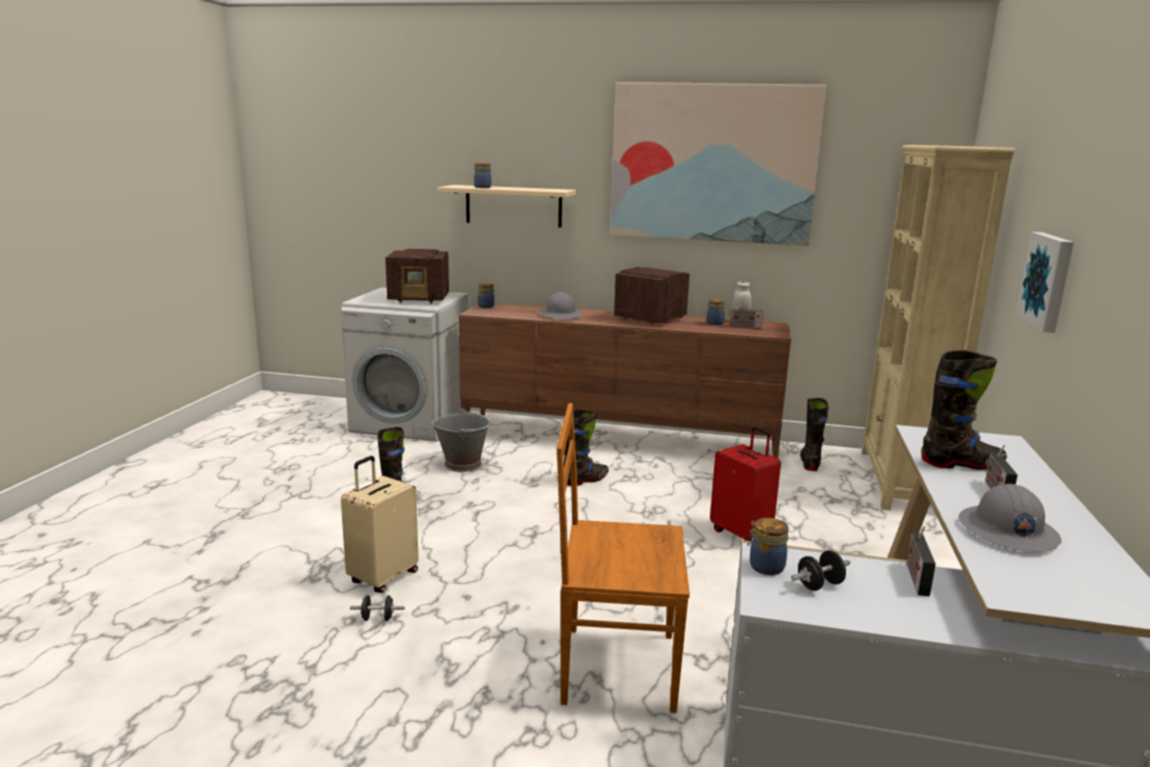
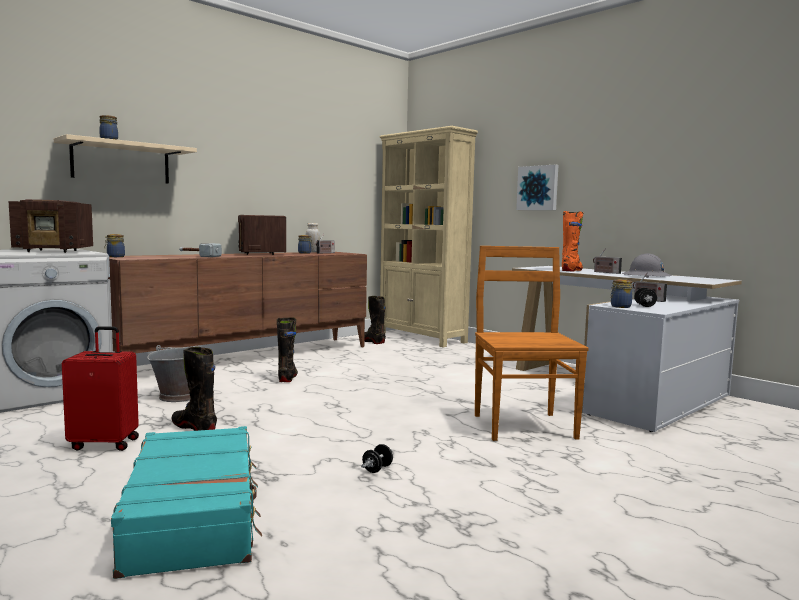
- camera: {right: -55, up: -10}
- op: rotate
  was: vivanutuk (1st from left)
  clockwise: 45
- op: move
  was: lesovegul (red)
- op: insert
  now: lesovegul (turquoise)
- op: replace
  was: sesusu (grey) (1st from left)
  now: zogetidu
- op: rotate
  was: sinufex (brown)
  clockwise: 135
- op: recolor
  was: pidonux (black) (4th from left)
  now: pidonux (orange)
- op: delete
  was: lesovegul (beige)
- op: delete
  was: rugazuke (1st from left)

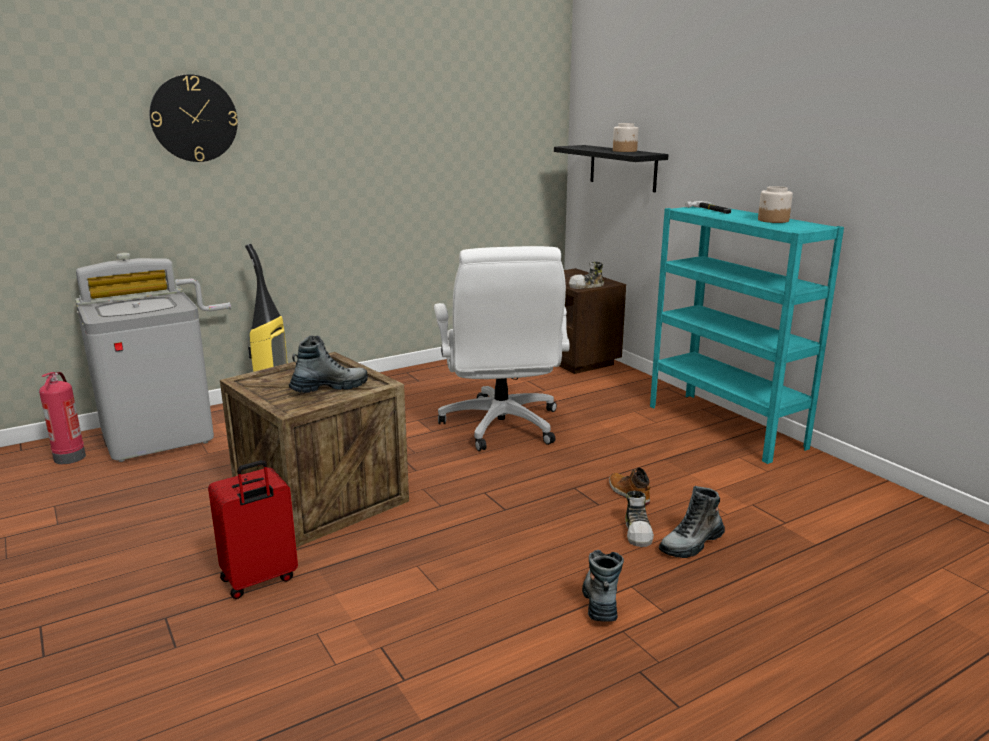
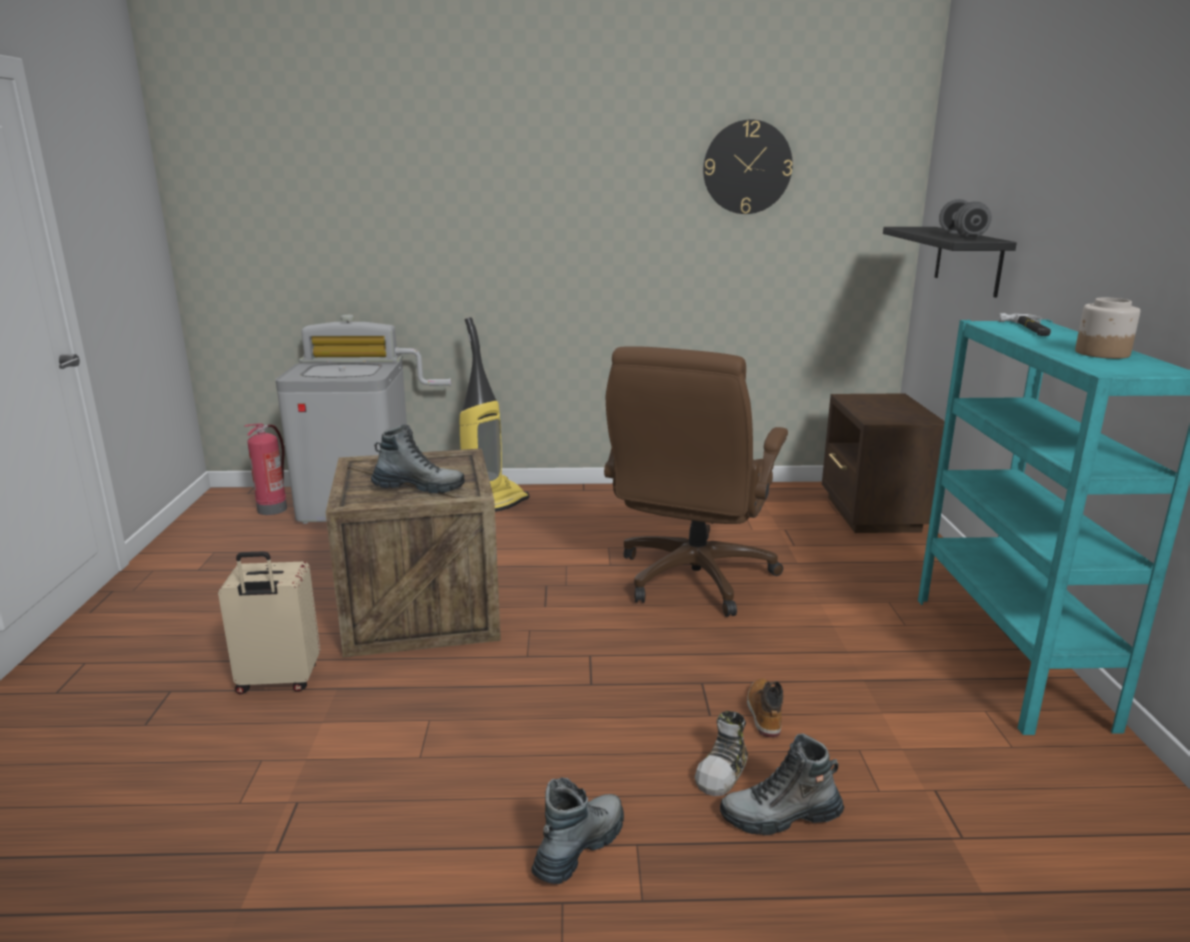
- camera: {right: 30, up: 0}
- op: recolor
  was: lesovegul (red)
  now: lesovegul (beige)
- op: recolor
  was: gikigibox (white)
  now: gikigibox (brown)
- op: move
  was: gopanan
- op: replace
  was: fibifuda (1st from left)
  now: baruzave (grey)
- op: delete
  was: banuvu (1st from left)

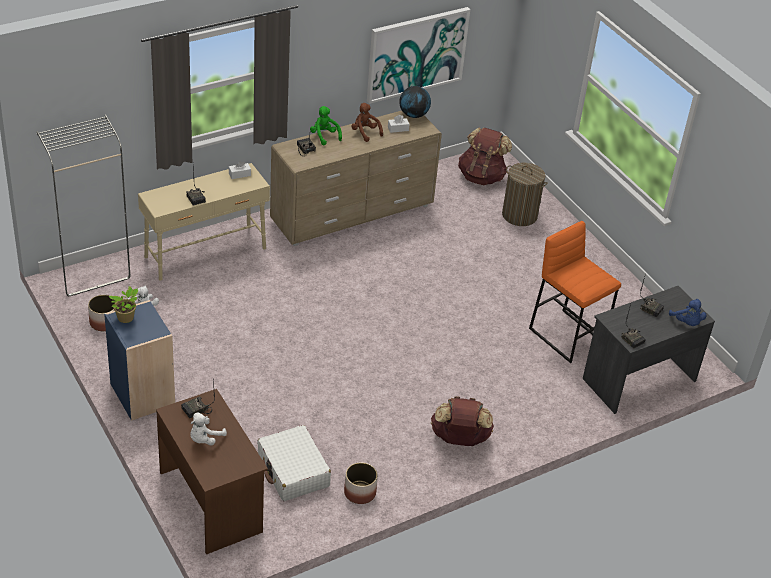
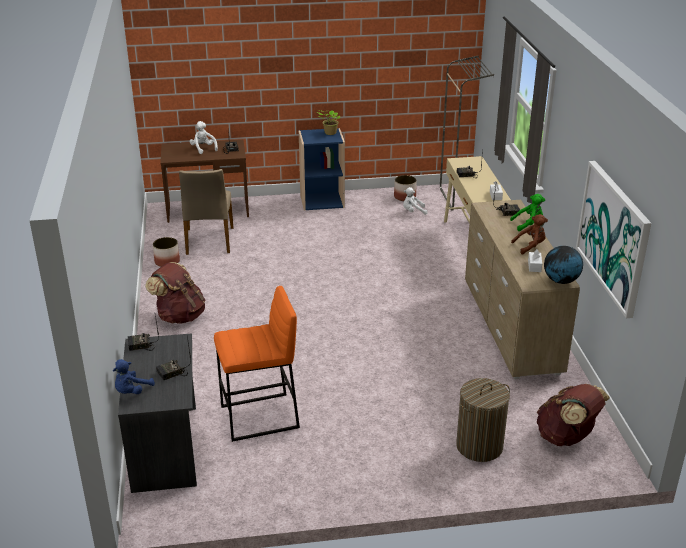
- camera: {right: 115, up: -10}
- op: rotate
  was: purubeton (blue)
  clockwise: -60
- op: replace
  was: lesovegul (white)
  now: sinufex (beige)

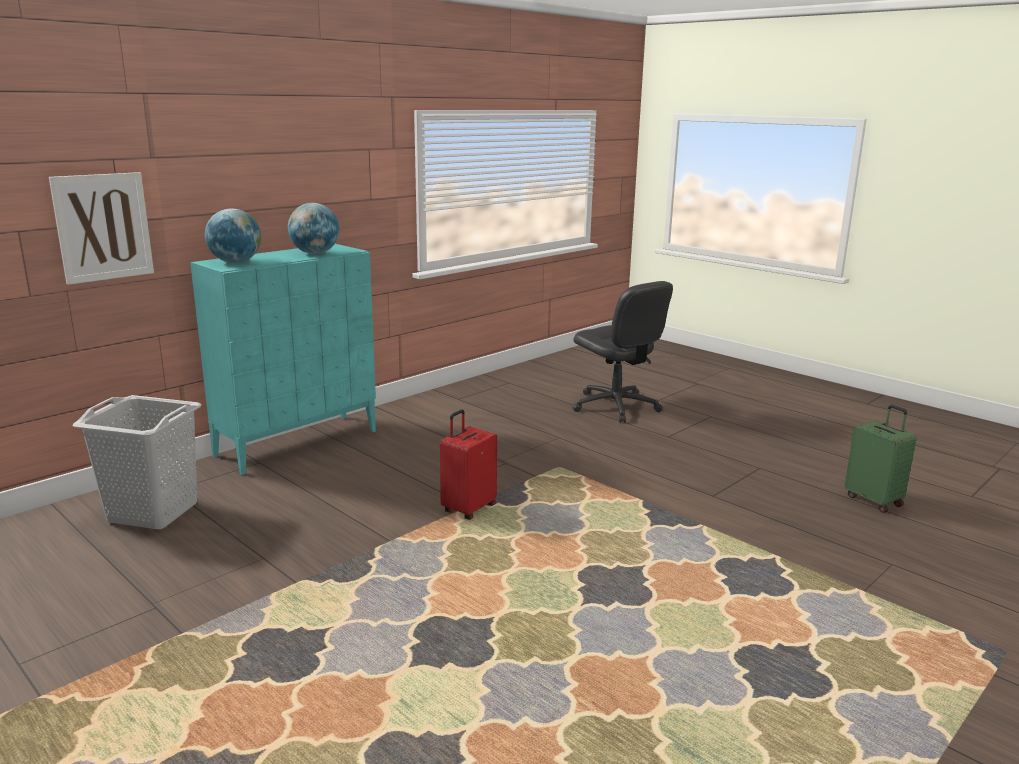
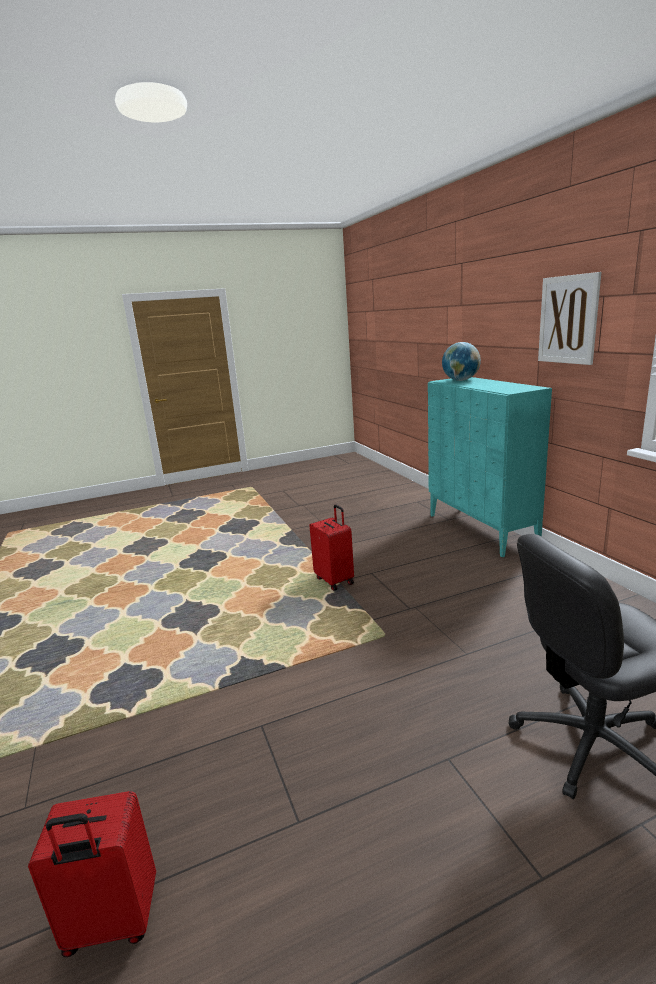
- camera: {right: 115, up: 0}
- op: recolor
  was: lesovegul (green)
  now: lesovegul (red) (1st from left)
- op: move
  was: rugazuke
- op: delete
  was: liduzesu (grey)
- op: delete
  was: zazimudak (2nd from left)

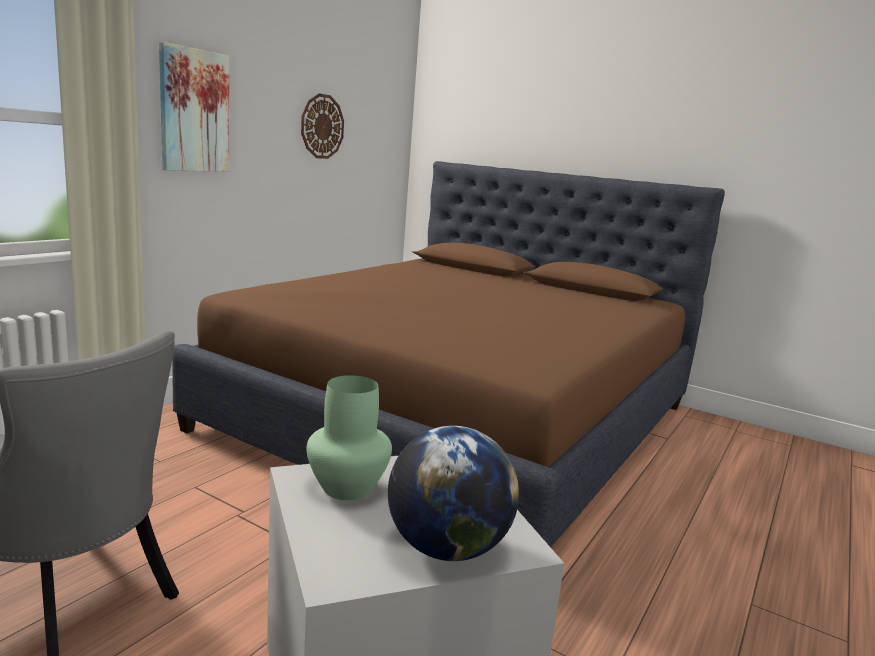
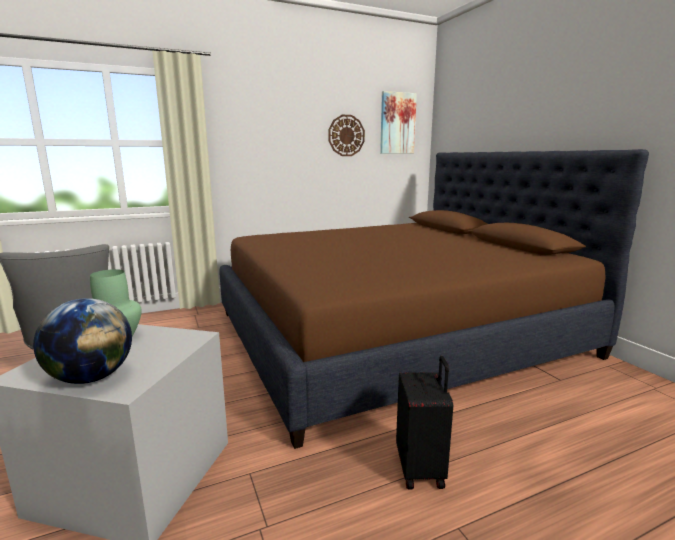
- camera: {right: 35, up: 0}
- op: move
  was: rugazuke
- op: insert
  now: lesovegul (black)

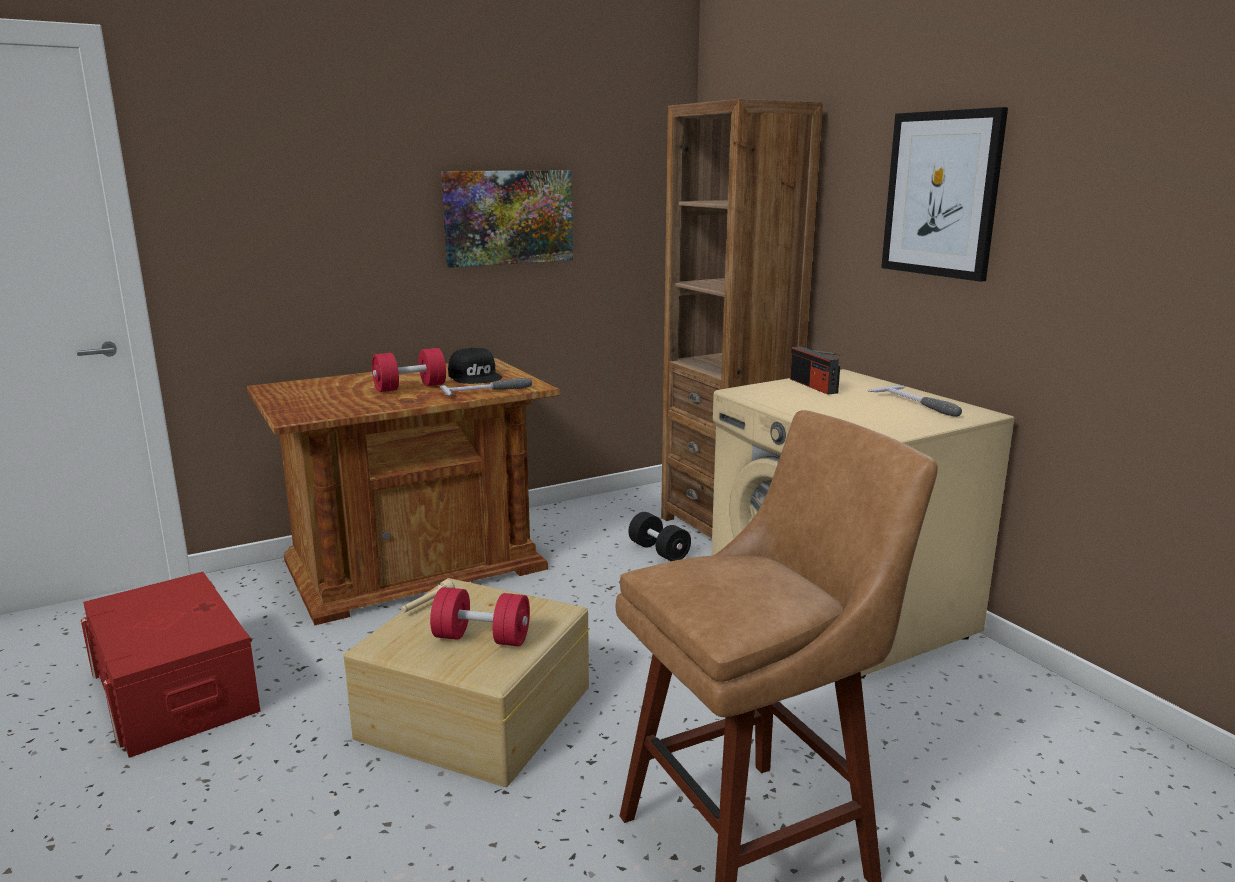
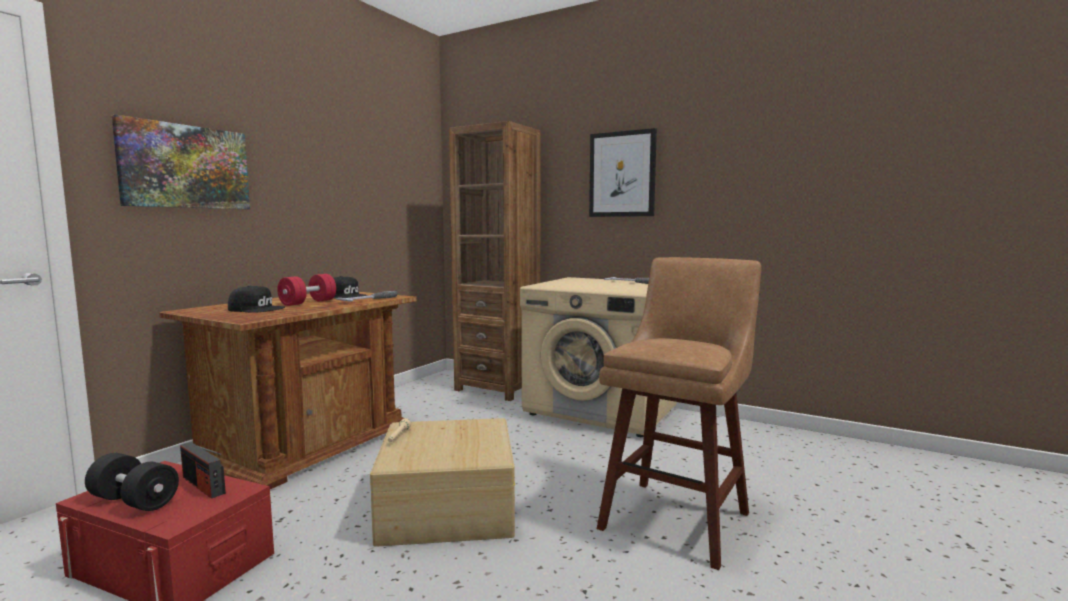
- camera: {right: -30, up: -10}
- op: move
  was: baruzave (black)
- op: move
  was: rugazuke (1st from left)
- op: move
  was: vivanutuk
- op: insert
  now: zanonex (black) (1st from left)
- op: delete
  was: baruzave (red) (2nd from left)

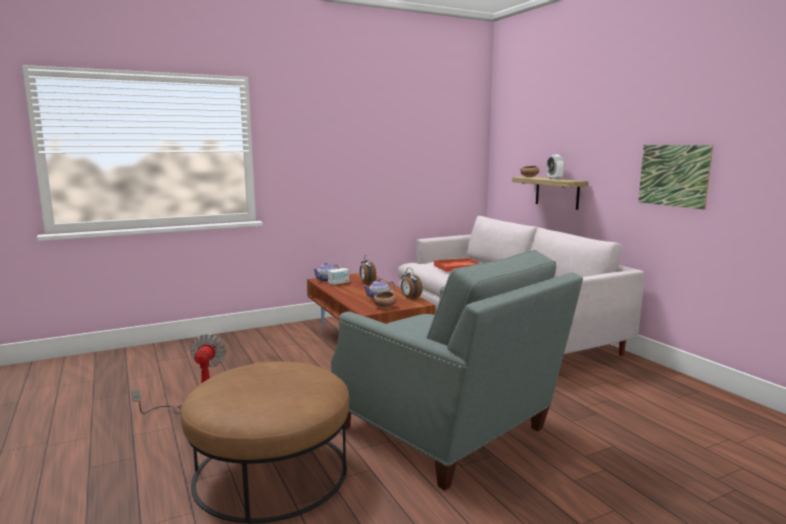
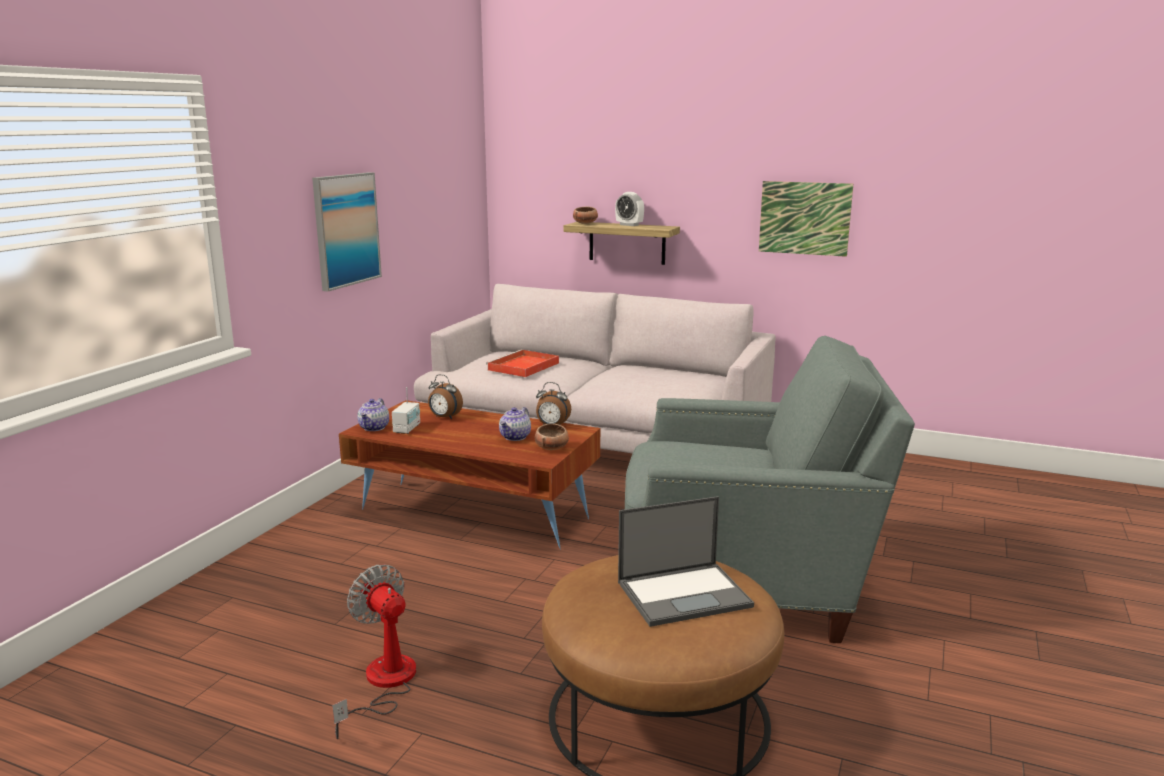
- camera: {right: -40, up: 5}
- op: insert
  now: rugazuke (1st from left)
- op: insert
  now: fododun

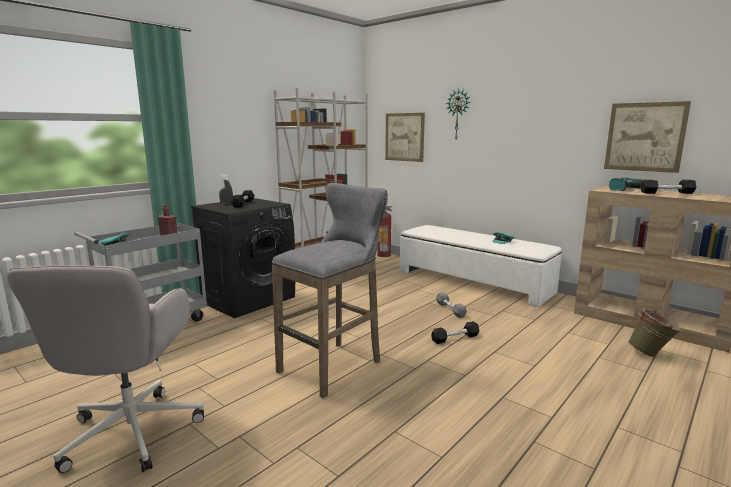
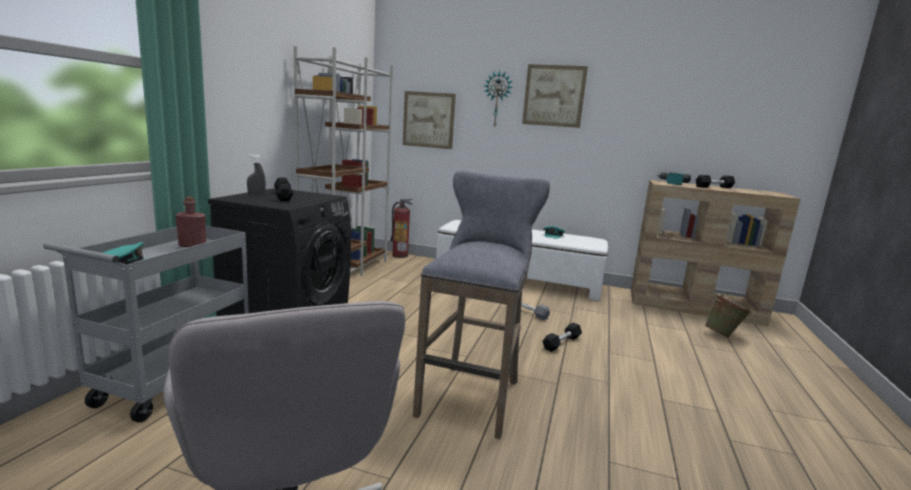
- camera: {right: -25, up: 0}
- op: move
  was: rugazuke (2nd from left)

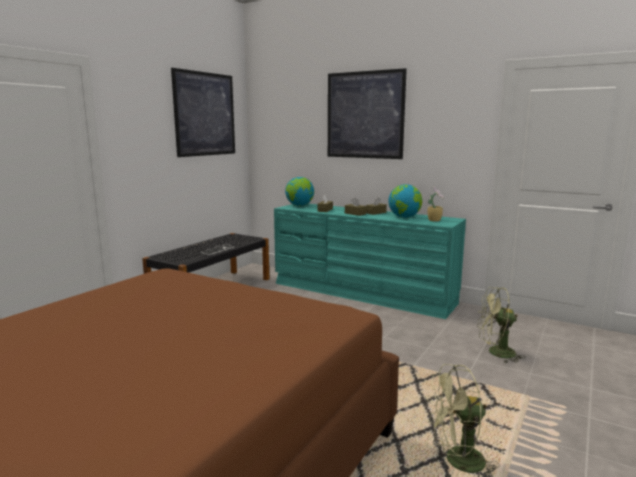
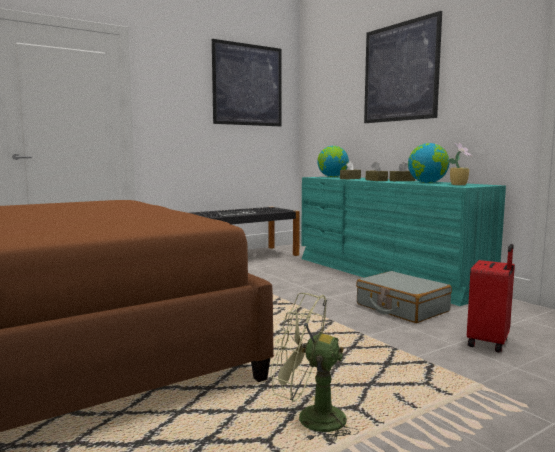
- camera: {right: 25, up: -5}
- op: insert
  now: lesovegul (grey)
- op: replace
  was: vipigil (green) (2nd from left)
  now: lesovegul (red)

